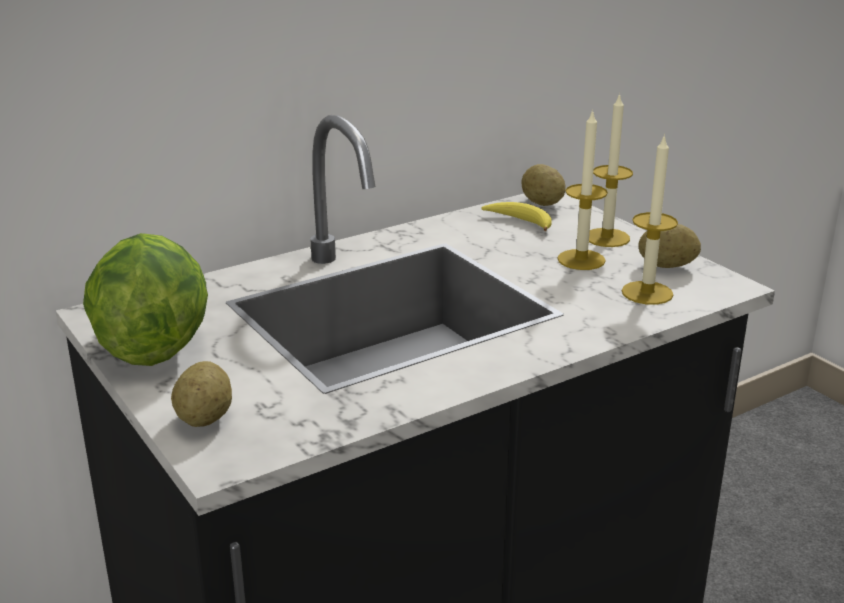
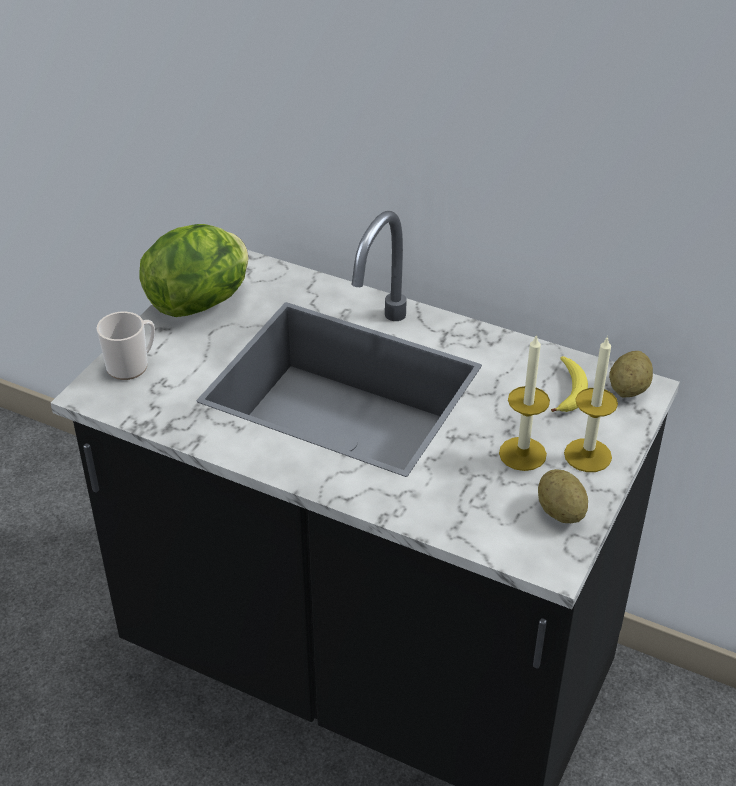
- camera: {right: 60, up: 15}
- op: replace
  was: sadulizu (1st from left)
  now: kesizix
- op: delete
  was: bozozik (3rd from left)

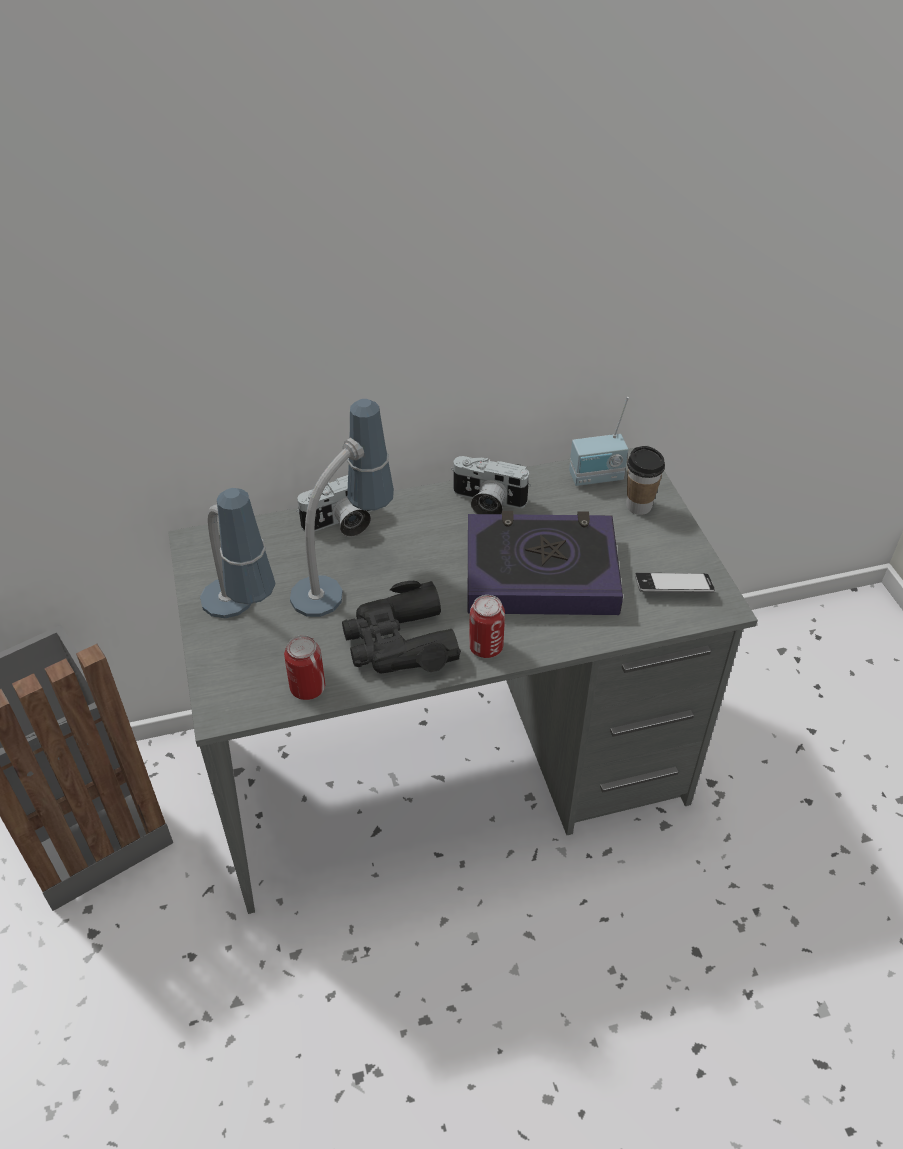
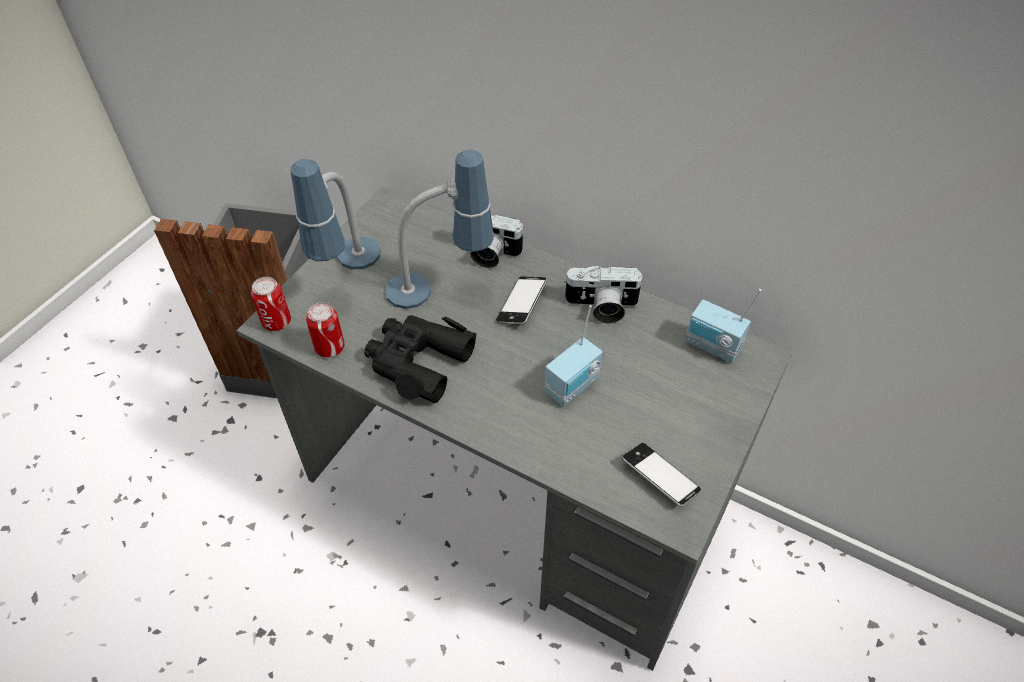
- camera: {right: 45, up: 5}
- op: move
  was: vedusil (2nd from left in the first image)
  now: vedusil (1st from left)
- op: insert
  now: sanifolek (1st from left)
- op: replace
  was: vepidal
  now: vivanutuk (1st from left)
- op: rotate
  was: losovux (2nd from left)
  clockwise: -60
- op: delete
  was: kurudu

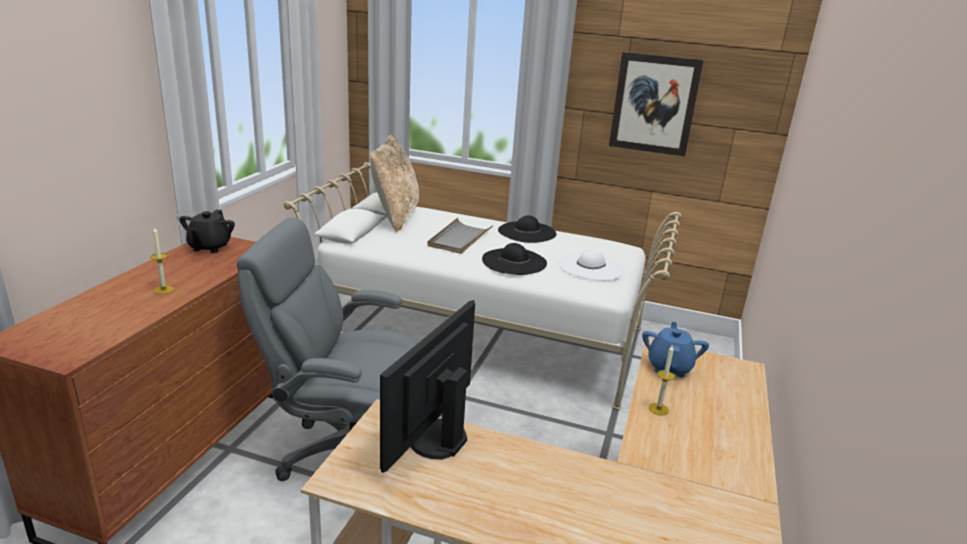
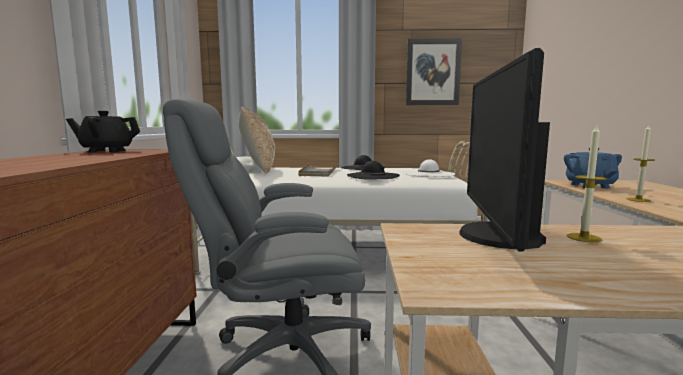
- camera: {right: -15, up: -15}
- op: rotate
  was: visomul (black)
  clockwise: 90
- op: move
  was: bozozik (1st from left)

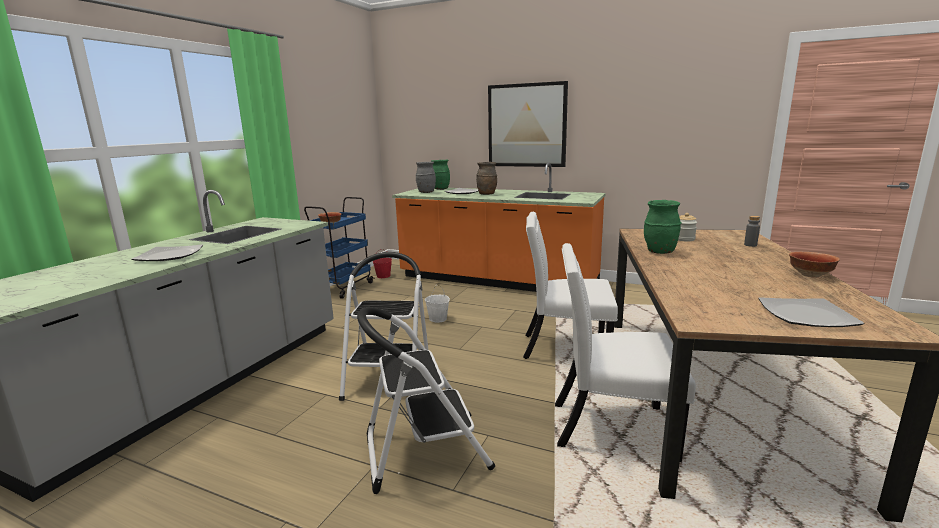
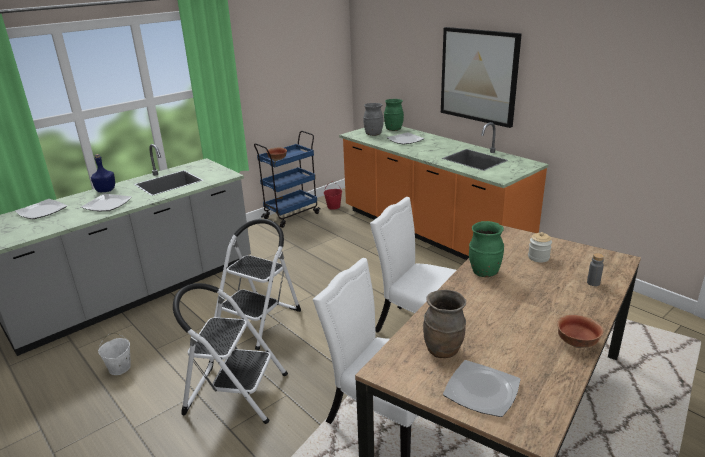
- camera: {right: 25, up: 10}
- op: insert
  now: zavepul (1st from left)
- op: insert
  now: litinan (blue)
- op: move
  was: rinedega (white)
- op: move
  was: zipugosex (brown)

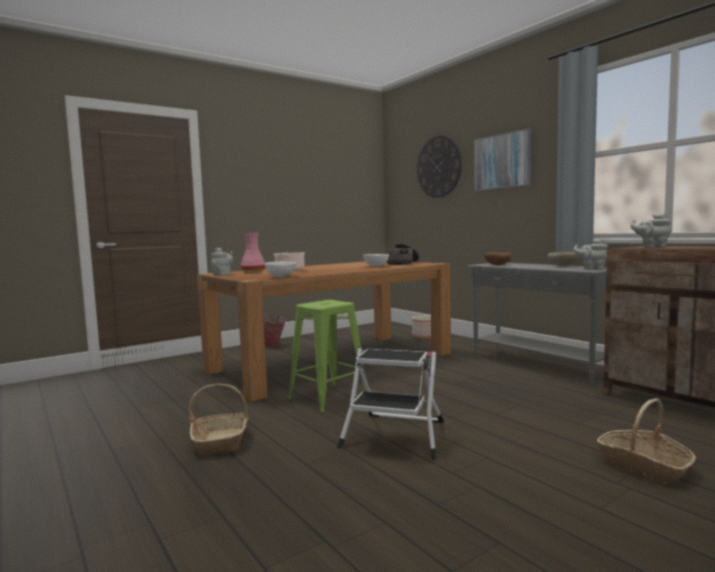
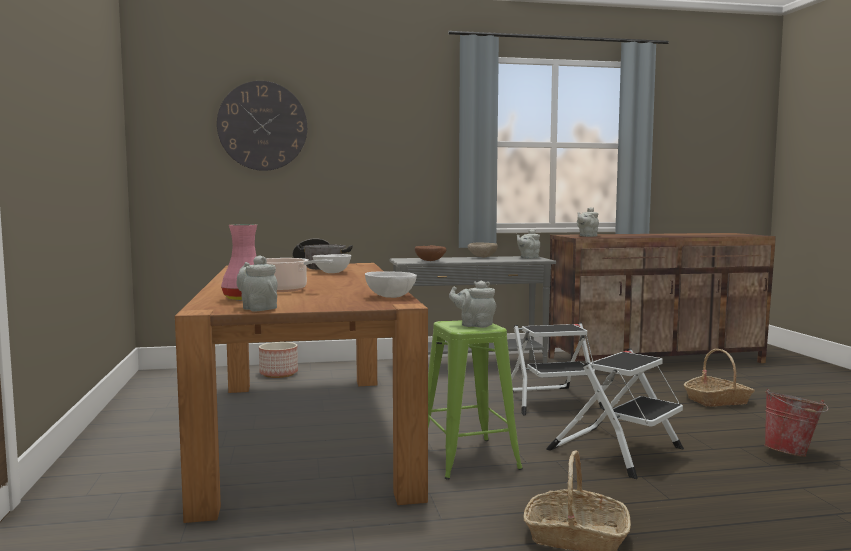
- camera: {right: -65, up: 0}
- op: insert
  now: visomul (grey) (2nd from left)
- op: insert
  now: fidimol (1st from left)
- op: move
  was: rinedega
- op: delete
  was: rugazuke

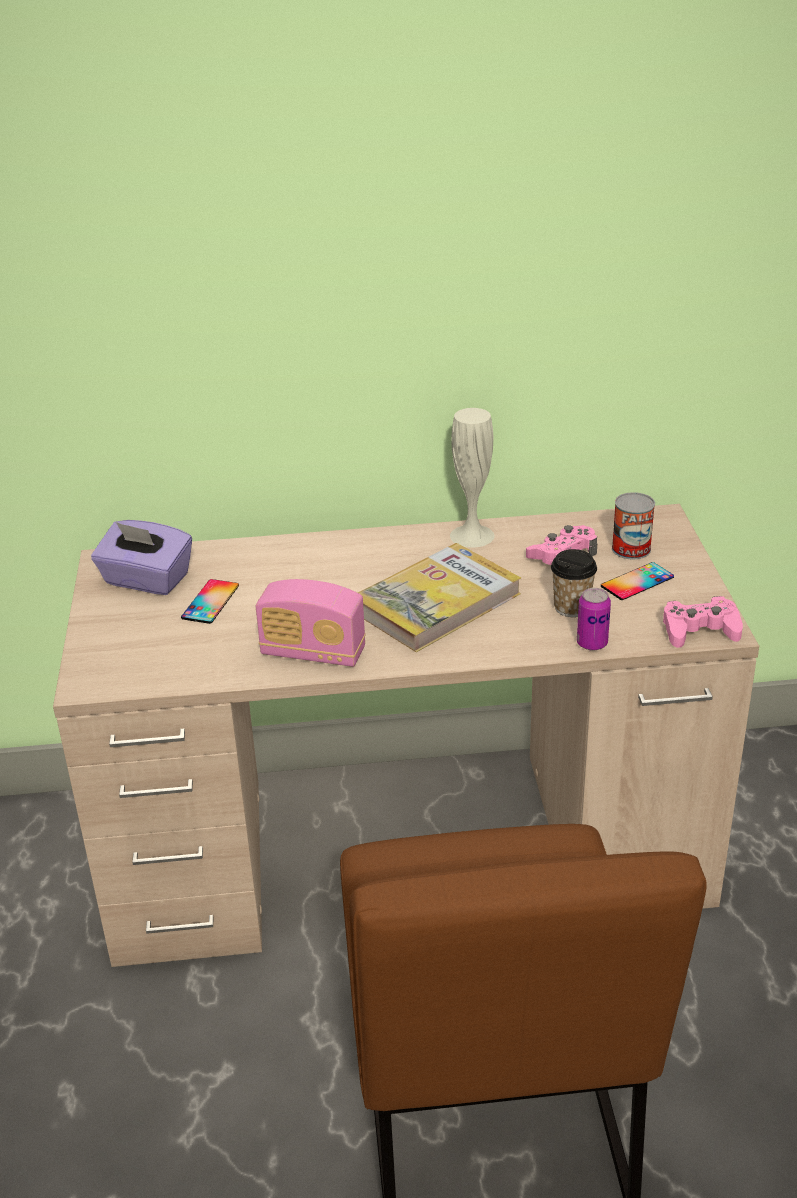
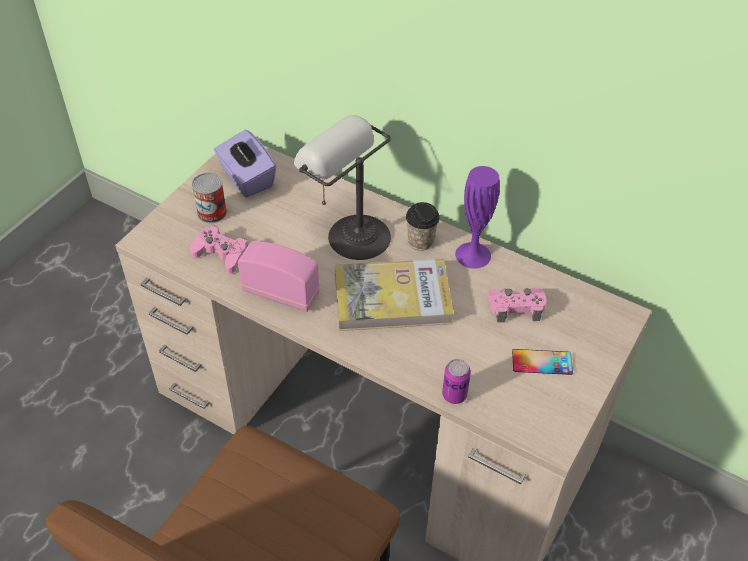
- camera: {right: 35, up: 15}
- op: move
  was: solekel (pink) (2nd from left in the first image)
  now: solekel (pink) (1st from left)
- op: move
  was: vedusil (2nd from left in the first image)
  now: vedusil (1st from left)
- op: rotate
  was: vivanutuk
  clockwise: 150
- op: insert
  now: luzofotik
- op: move
  was: kurudu
- op: recolor
  was: zipugosex (white)
  now: zipugosex (purple)
- op: delete
  was: sanifolek (1st from left)

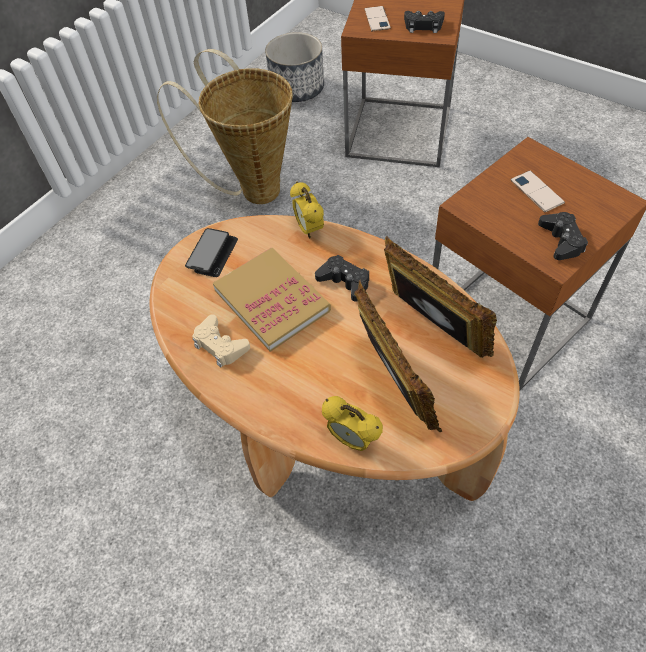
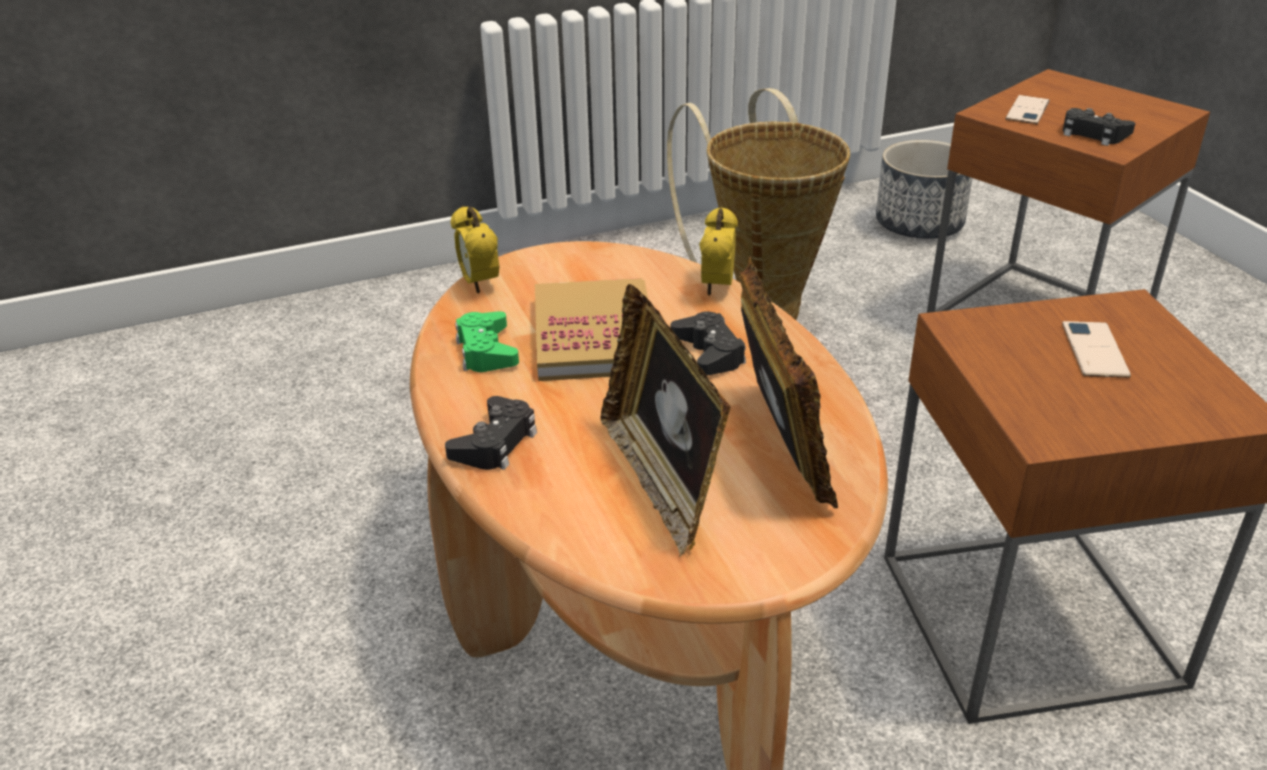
- camera: {right: 30, up: -20}
- op: move
  was: solekel (black) (3rd from left in the first image)
  now: solekel (black) (1st from left)
- op: move
  was: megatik (2nd from left in the first image)
  now: megatik (1st from left)
- op: recolor
  was: solekel (beige)
  now: solekel (green)
- op: rotate
  was: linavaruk (1st from left)
  clockwise: 150
- op: delete
  was: sanifolek (1st from left)

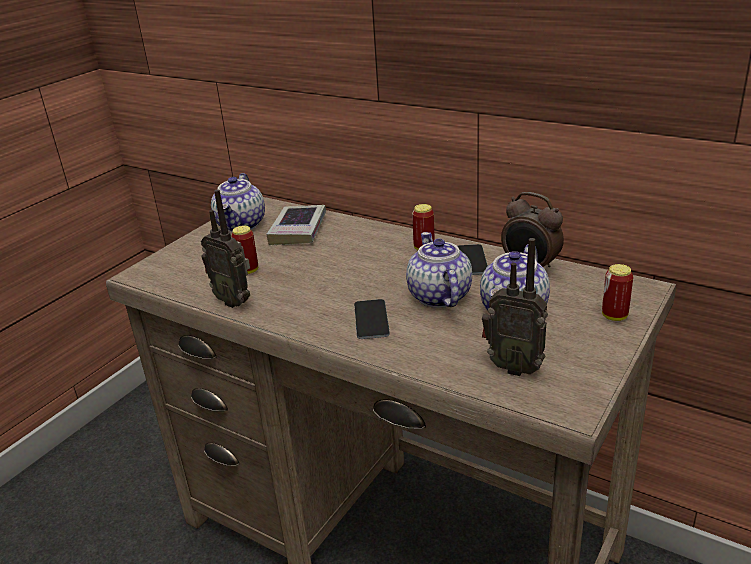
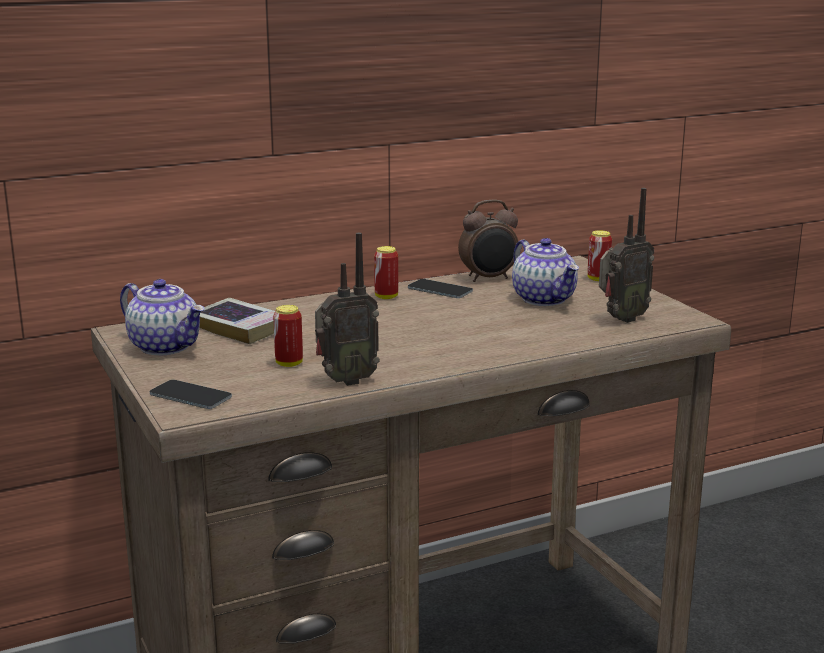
- camera: {right: -60, up: -10}
- op: move
  was: sanifolek (1st from left)
- op: delete
  was: visomul (2nd from left)

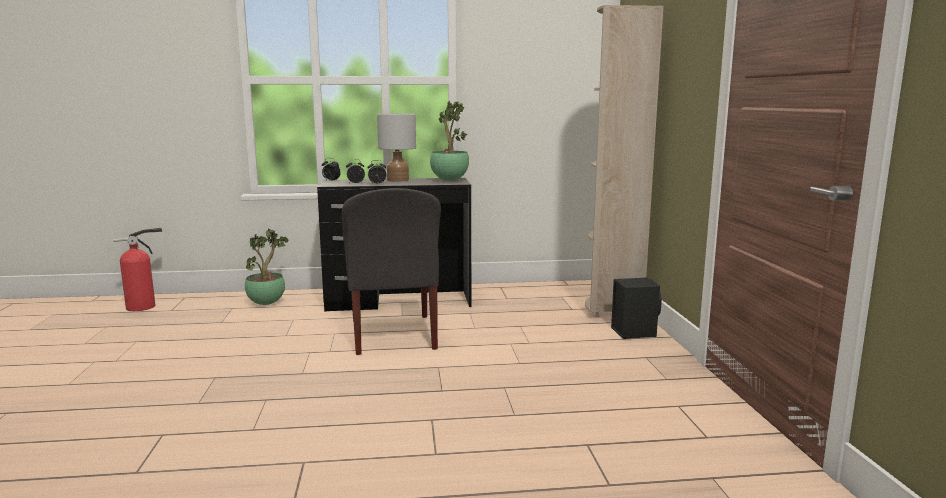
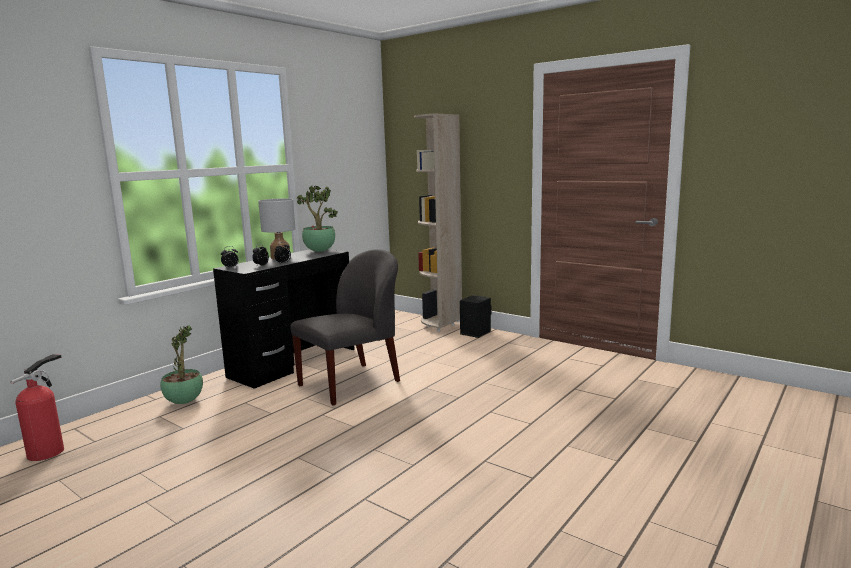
- camera: {right: -45, up: 0}
- op: rotate
  was: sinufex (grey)
  clockwise: -75

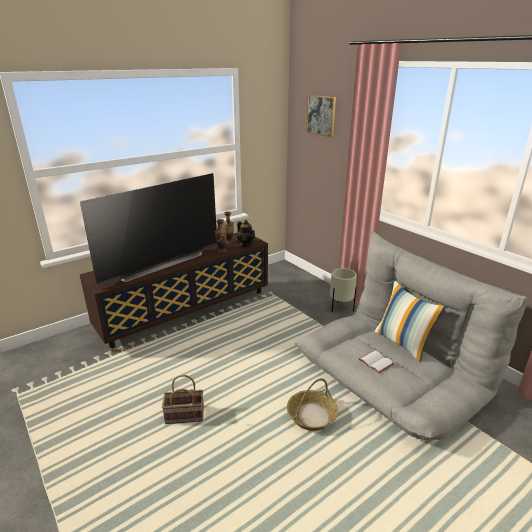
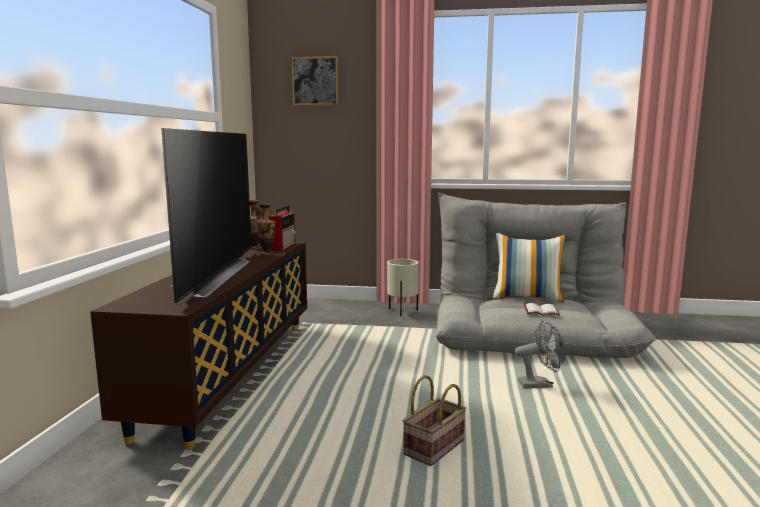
- camera: {right: -45, up: -15}
- op: replace
  was: visomul
  now: vivanutuk
- op: replace
  was: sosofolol (2nd from left)
  now: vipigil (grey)

